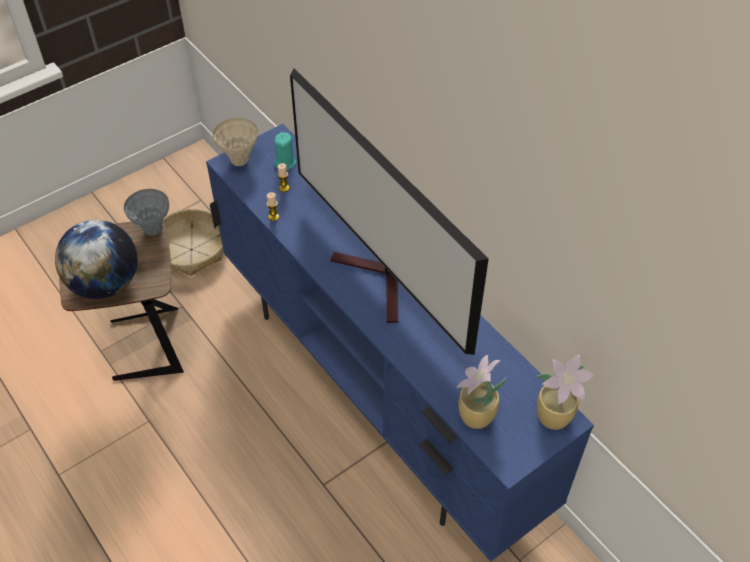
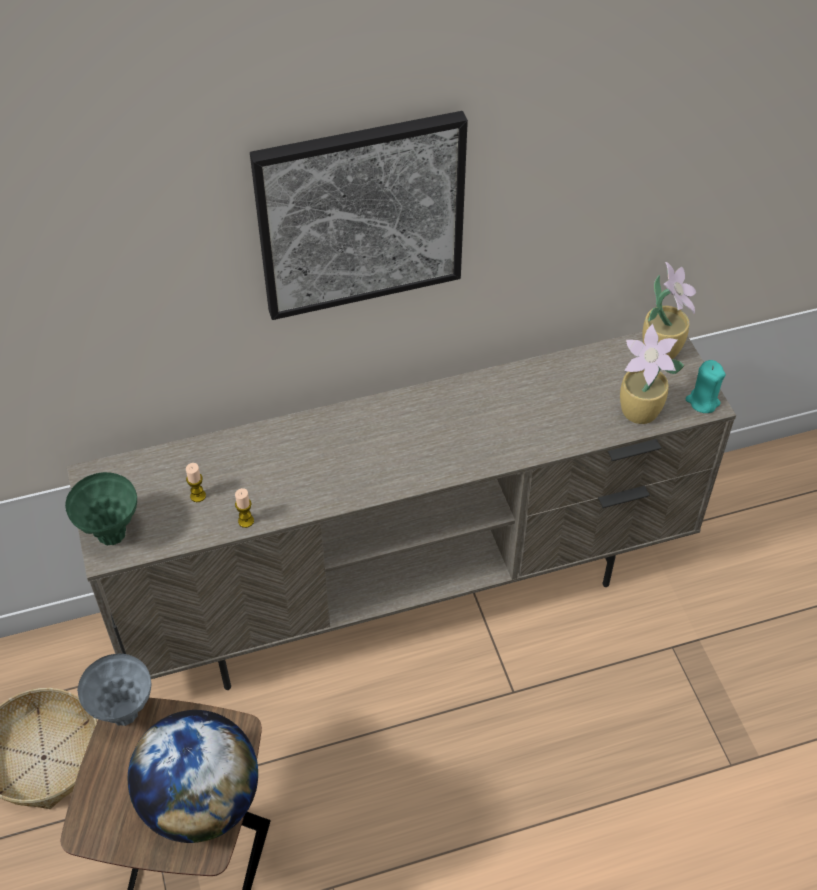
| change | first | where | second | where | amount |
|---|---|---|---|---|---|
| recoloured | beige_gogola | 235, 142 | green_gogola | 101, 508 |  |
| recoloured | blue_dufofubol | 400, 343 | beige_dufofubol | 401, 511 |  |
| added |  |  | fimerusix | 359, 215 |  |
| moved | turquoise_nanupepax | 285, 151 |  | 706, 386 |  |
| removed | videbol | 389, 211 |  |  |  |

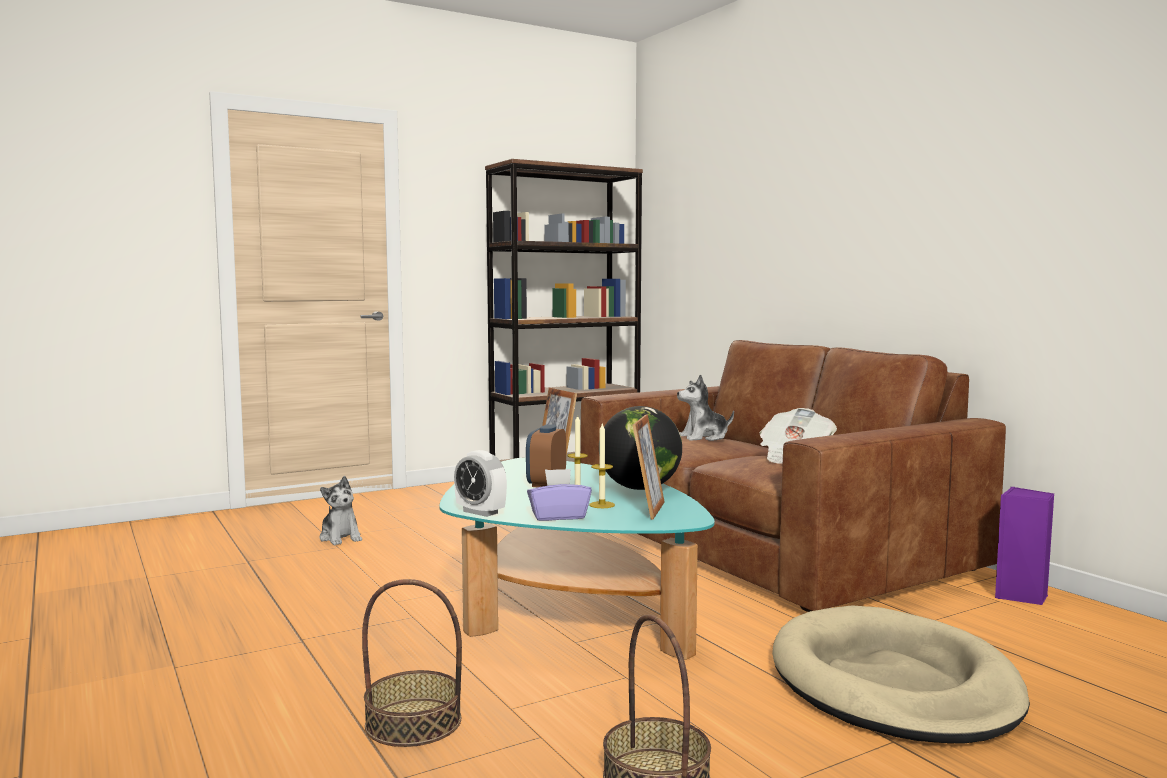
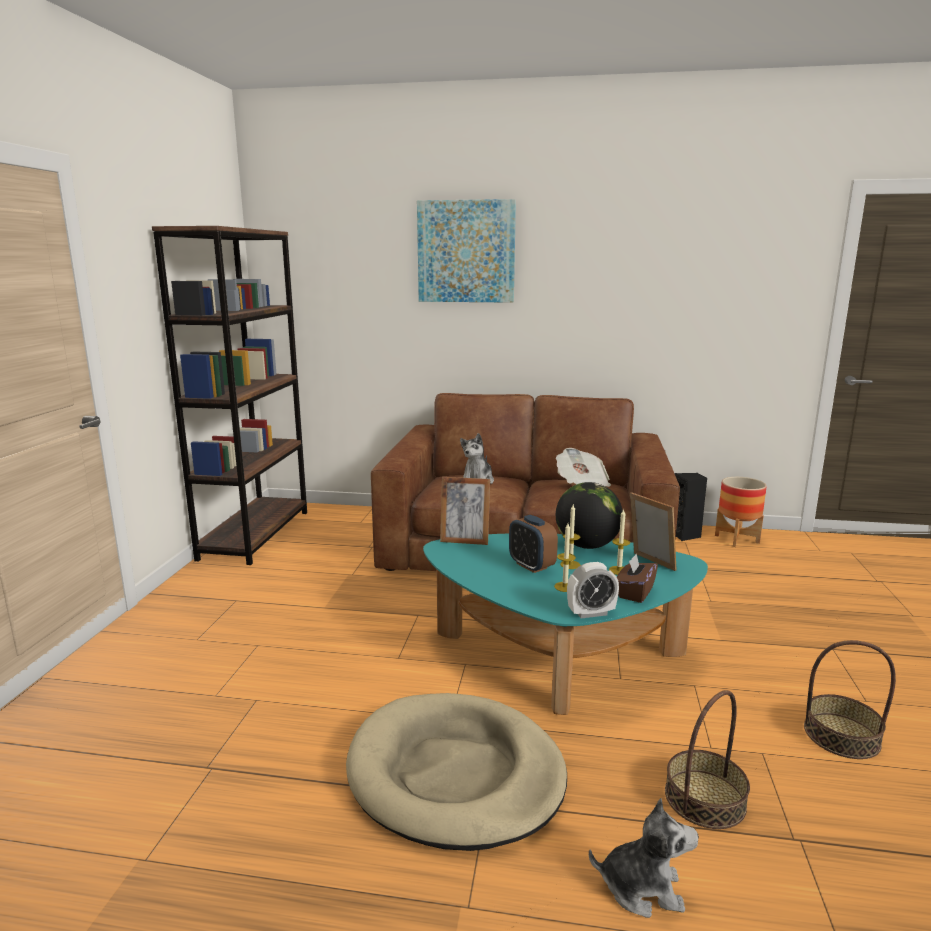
| change | first | where | second | where | amount |
|---|---|---|---|---|---|
| moved | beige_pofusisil | 901, 674 |  | 456, 772 |  |
| added |  |  | fimerusix | 466, 251 |  |
| added |  |  | nanupepax | 565, 557 |  |
| moved | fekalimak | 340, 510 |  | 644, 858 |  |
| recoloured | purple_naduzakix | 559, 495 | brown_naduzakix | 637, 578 |  |
| recoloured | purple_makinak | 1024, 546 | black_makinak | 690, 507 |  |
| added |  |  | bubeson | 741, 512 |  |

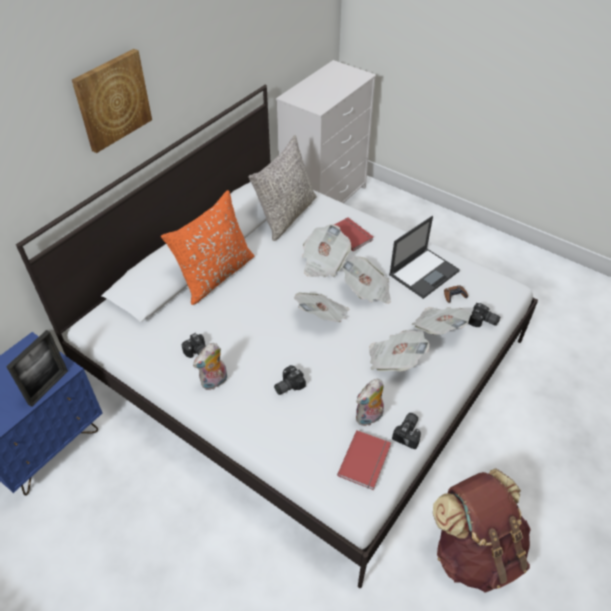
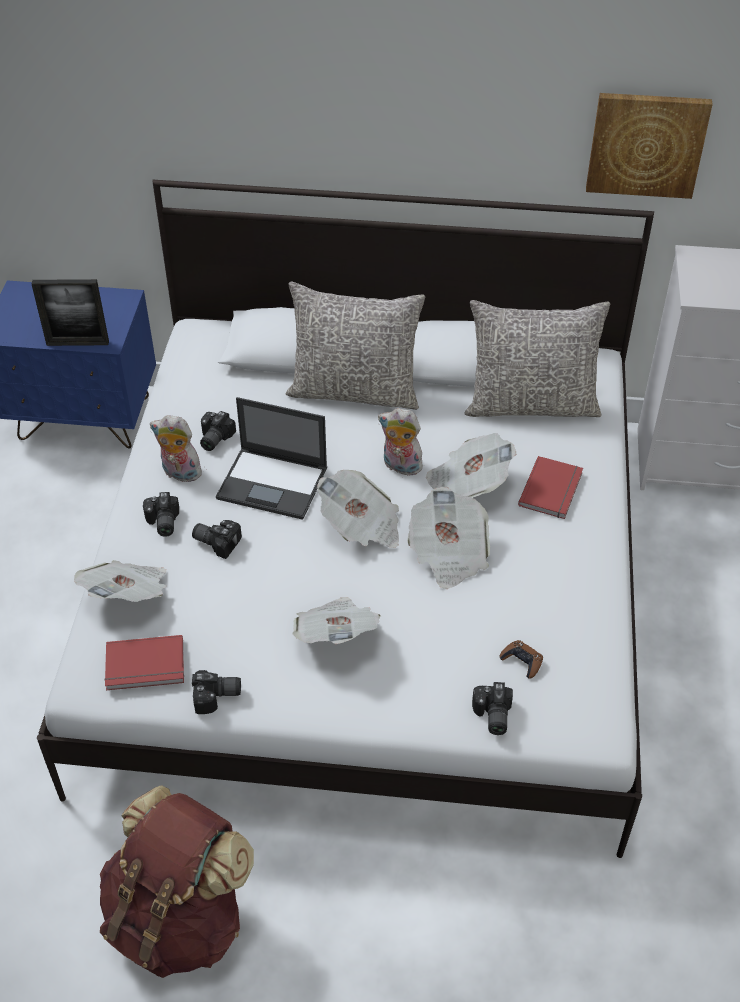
| change | first | where | second | where | amount |
|---|---|---|---|---|---|
| moved | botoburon | 441, 321 |  | 120, 581 |  |
| added |  |  | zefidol | 161, 514 |  |
| moved | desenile | 424, 257 |  | 271, 458 |  |
| recoloured | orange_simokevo | 207, 247 | grey_simokevo | 355, 345 |  |
| moved | fekalimak | 370, 403 |  | 400, 442 |  |
| moved | fimerusix | 112, 101 |  | 649, 146 |  |

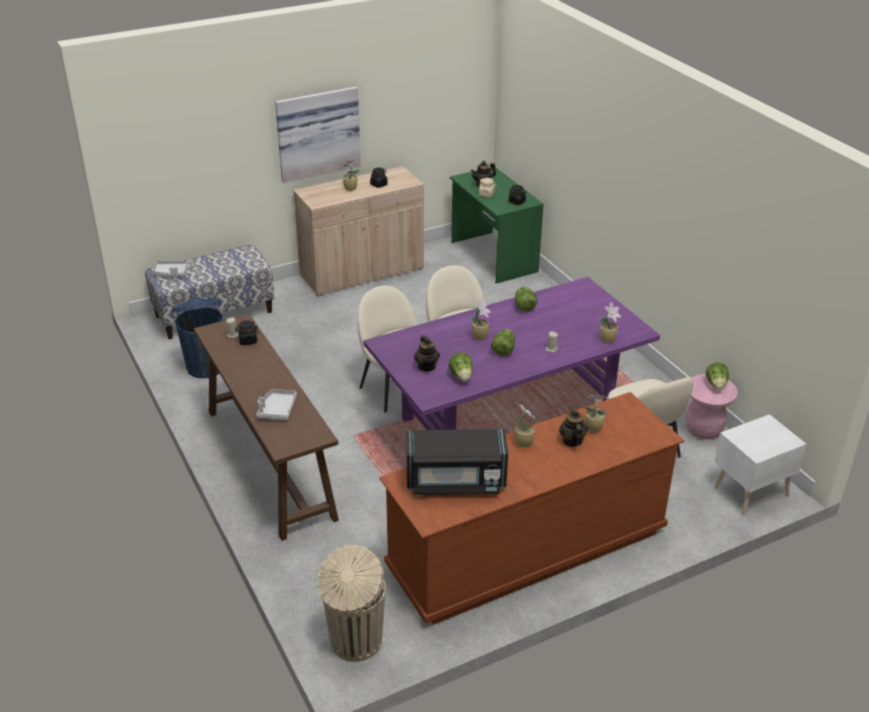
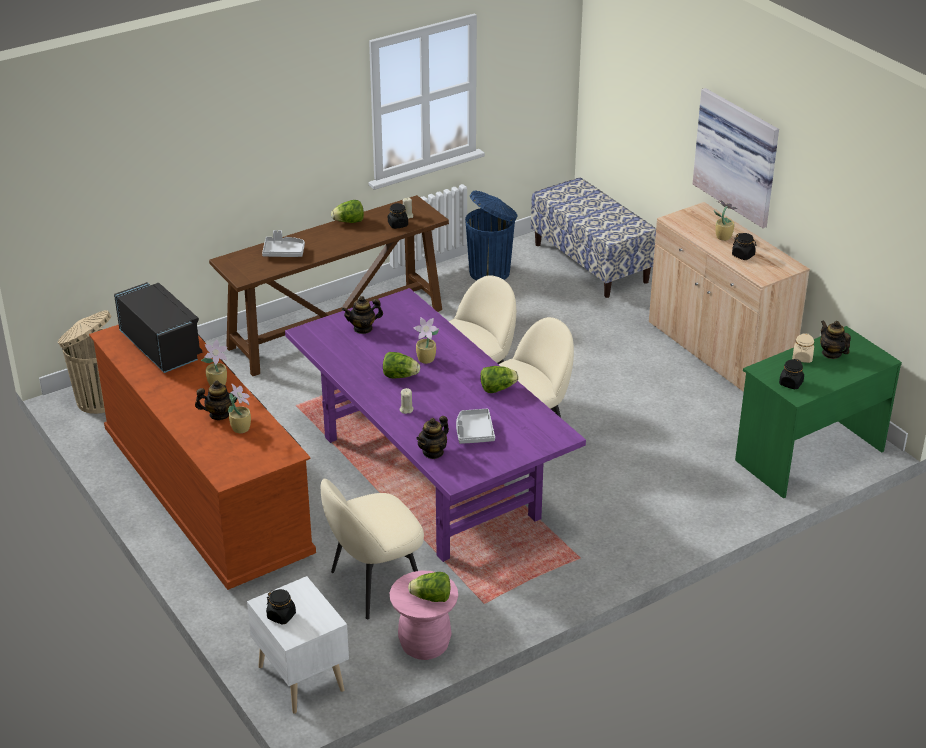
| change | first | where | second | where | amount |
|---|---|---|---|---|---|
| turned | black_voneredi | 457, 462 |  | 158, 327 | 150 degrees clockwise |
| added |  |  | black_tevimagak | 281, 607 |  |
| moved | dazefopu | 461, 366 |  | 347, 211 |  |
| replaced | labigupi | 610, 322 | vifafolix | 432, 437 |  |
| moved | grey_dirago | 170, 268 |  | 475, 426 |  |

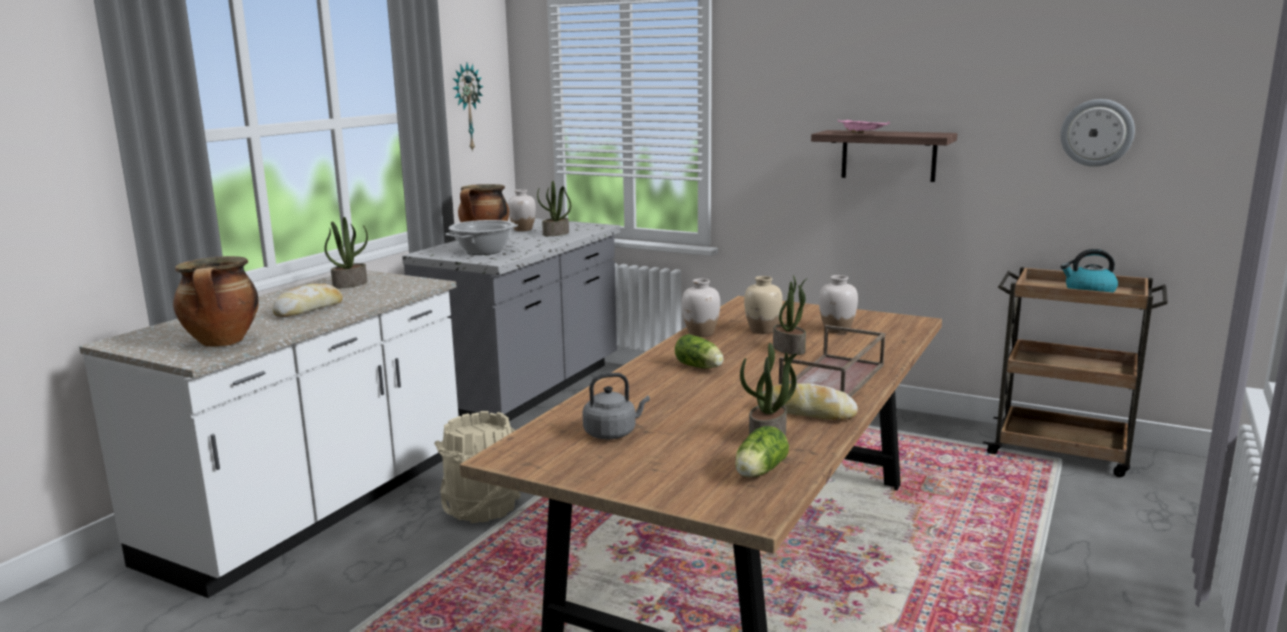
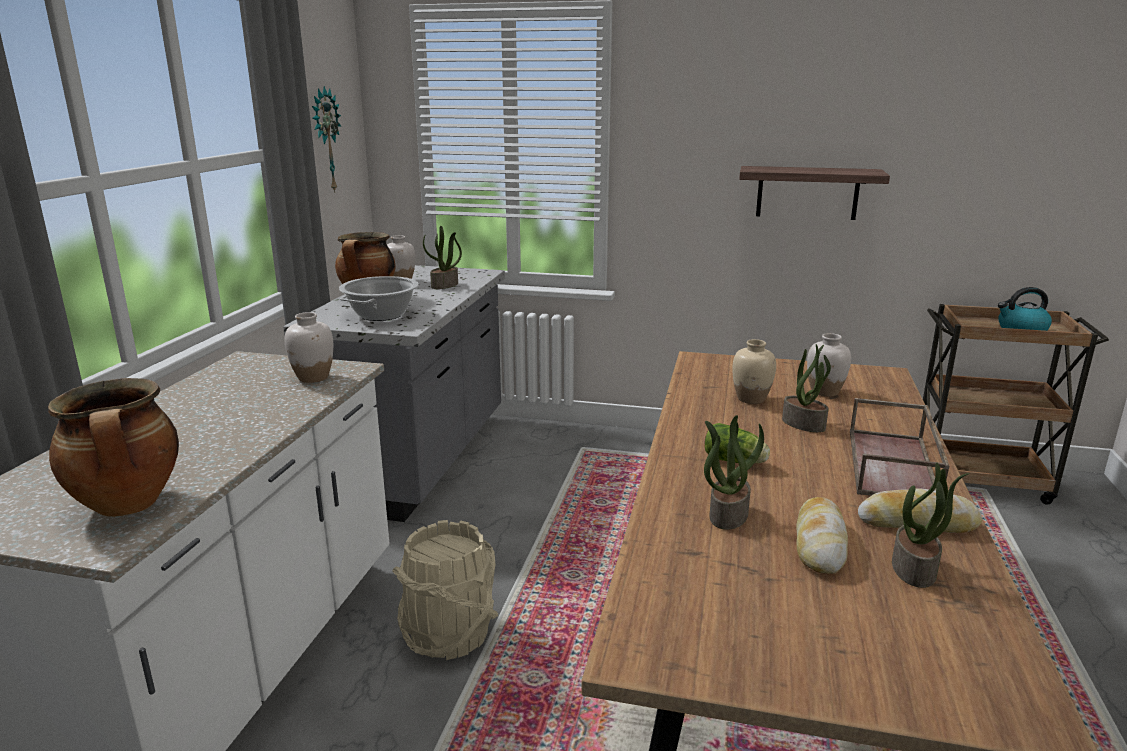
| change | first | where | second | where | amount |
|---|---|---|---|---|---|
| moved | white_gogola | 701, 308 |  | 308, 347 |  |
| moved | labigupi | 346, 252 |  | 734, 472 |  |
| moved | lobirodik | 307, 300 |  | 822, 535 |  |
| removed | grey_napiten | 616, 406 |  |  |  |
| removed | dazefopu | 762, 451 |  |  |  |
| removed | pink_dirago | 864, 126 |  |  |  |
| removed | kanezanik | 1097, 133 |  |  |  |

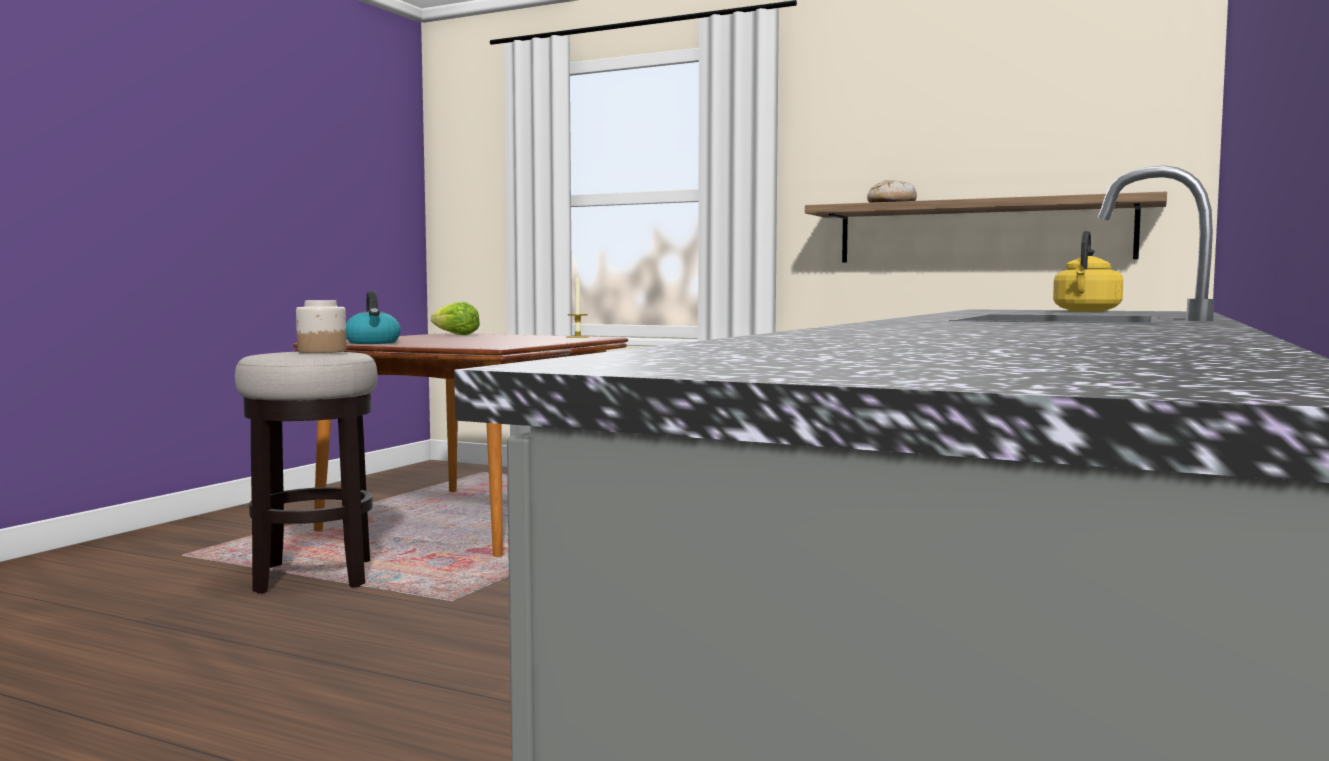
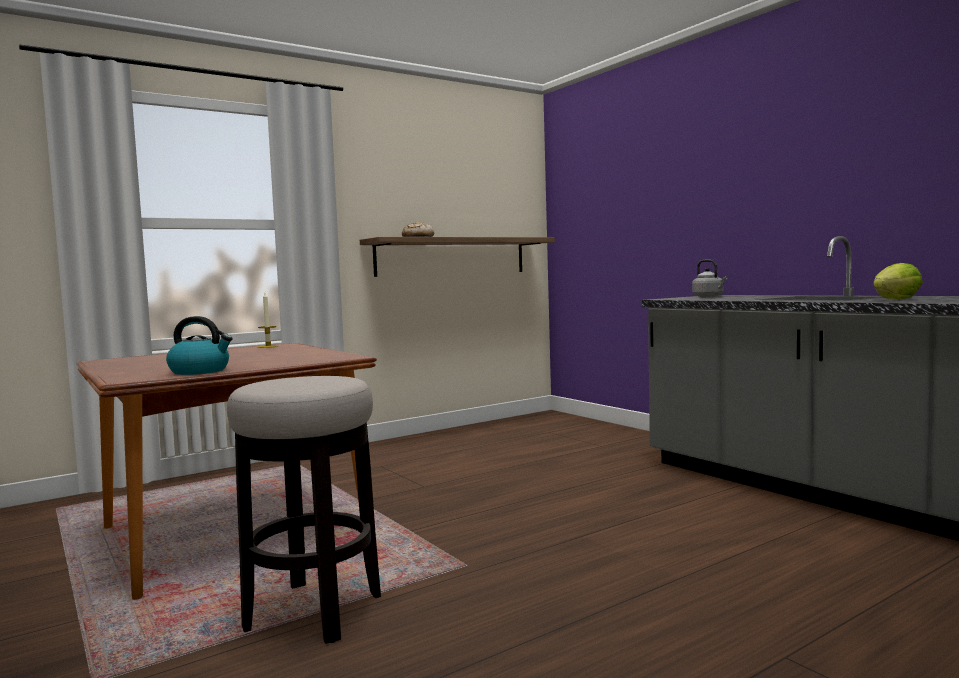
| change | first | where | second | where | amount |
|---|---|---|---|---|---|
| recoloured | yellow_napiten | 1088, 271 | grey_napiten | 709, 278 |  |
| moved | dazefopu | 455, 318 |  | 898, 281 |  |
| removed | tevimagak | 321, 326 |  |  |  |

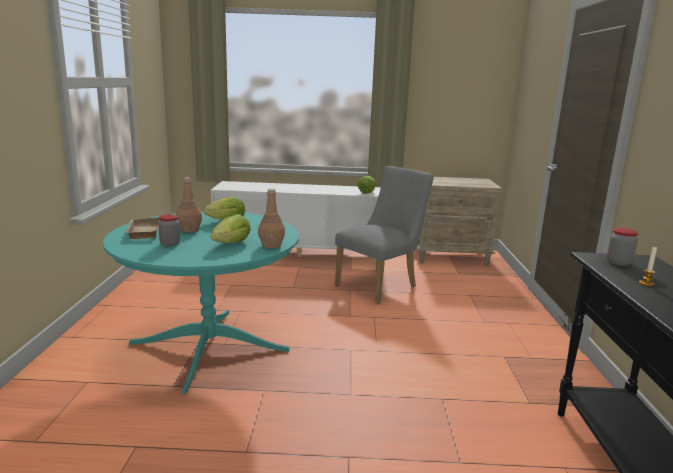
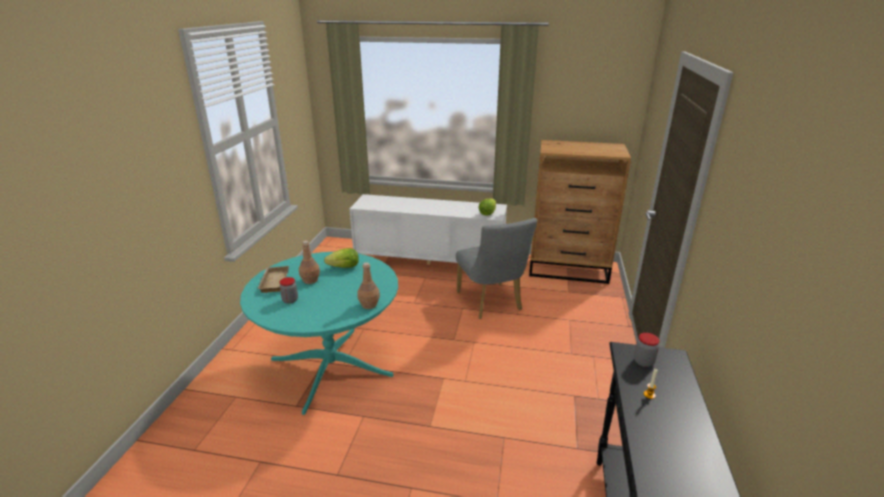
| change | first | where | second | where | amount |
|---|---|---|---|---|---|
| turned | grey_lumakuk | 384, 234 |  | 496, 268 | 105 degrees clockwise |
| replaced | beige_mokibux | 459, 221 | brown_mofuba | 580, 212 |  |
| removed | dazefopu | 231, 228 |  |  |  |

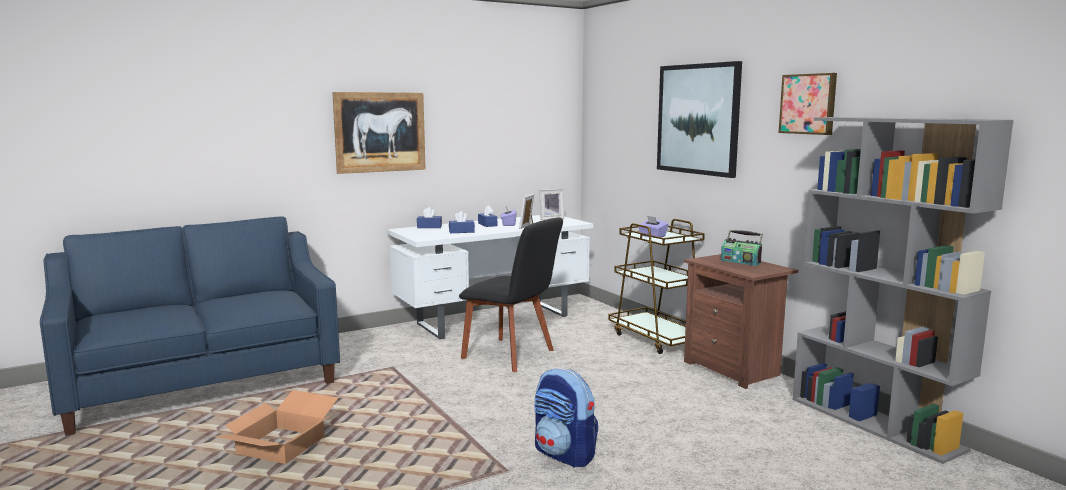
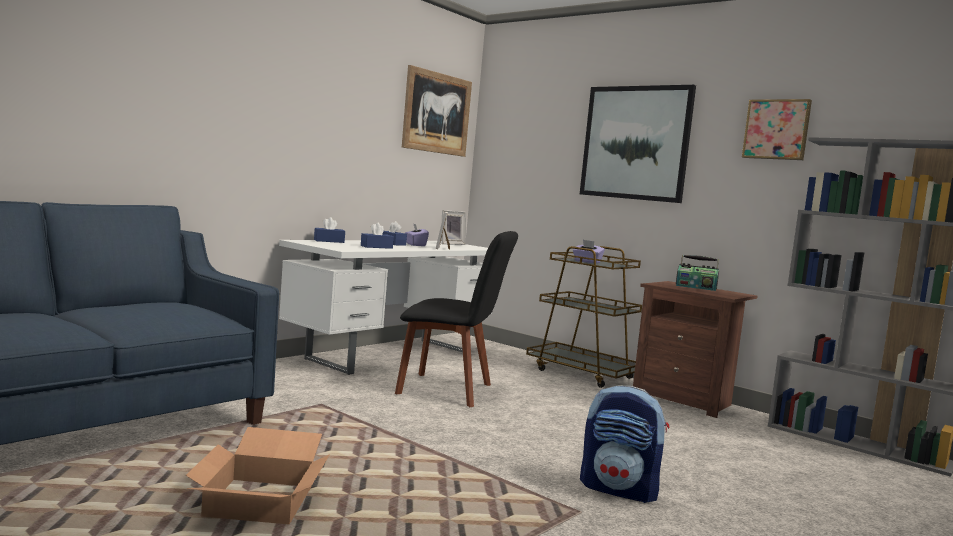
| change | first | where | second | where | amount |
|---|---|---|---|---|---|
| moved | fimerusix | 379, 133 |  | 437, 111 |  |

